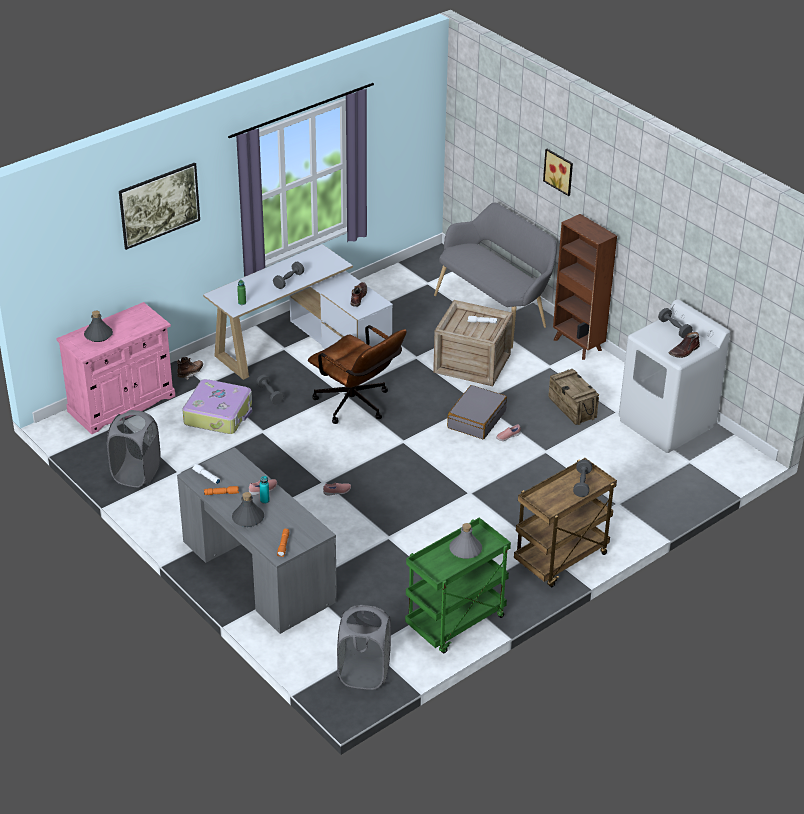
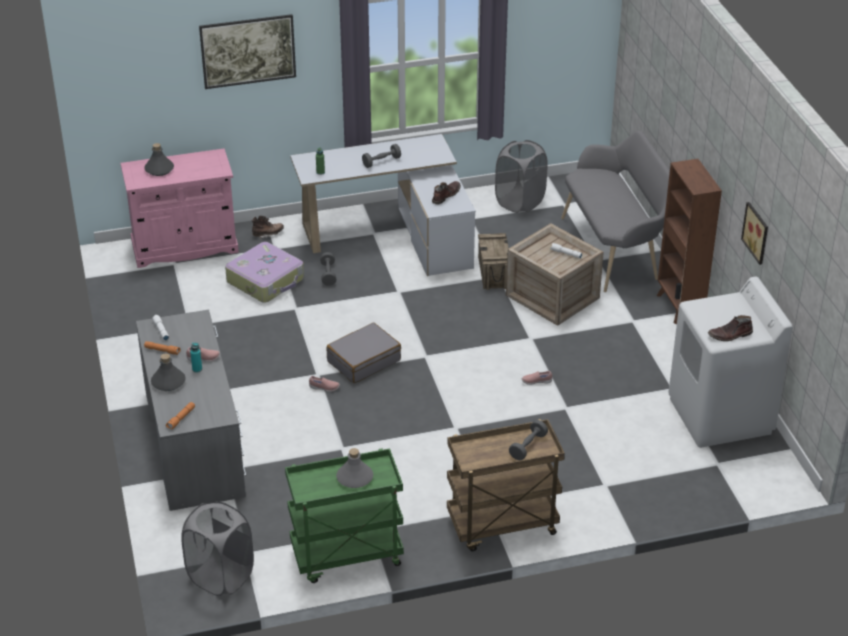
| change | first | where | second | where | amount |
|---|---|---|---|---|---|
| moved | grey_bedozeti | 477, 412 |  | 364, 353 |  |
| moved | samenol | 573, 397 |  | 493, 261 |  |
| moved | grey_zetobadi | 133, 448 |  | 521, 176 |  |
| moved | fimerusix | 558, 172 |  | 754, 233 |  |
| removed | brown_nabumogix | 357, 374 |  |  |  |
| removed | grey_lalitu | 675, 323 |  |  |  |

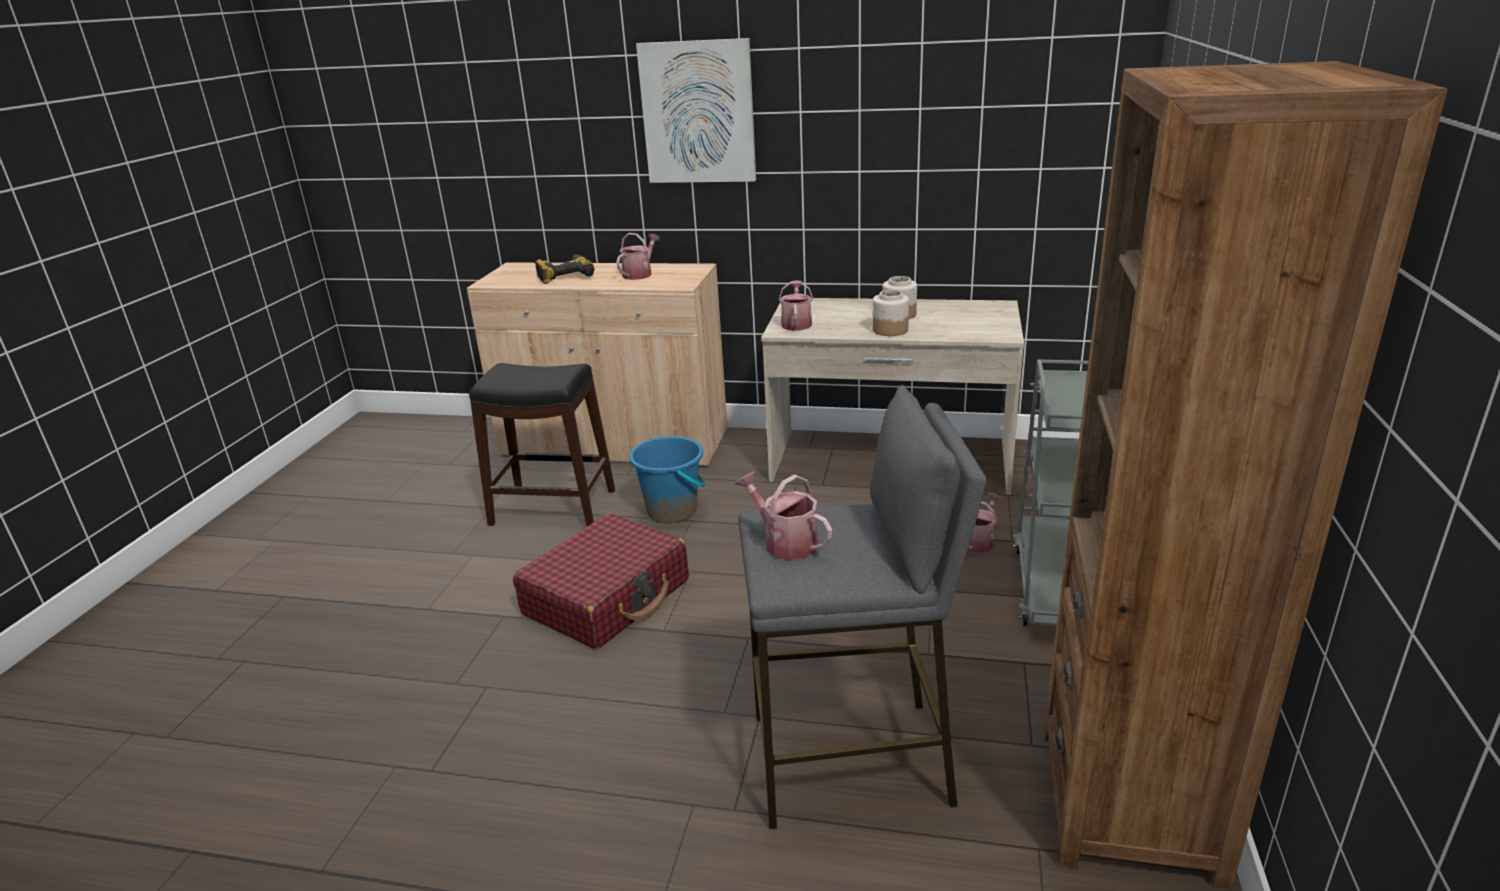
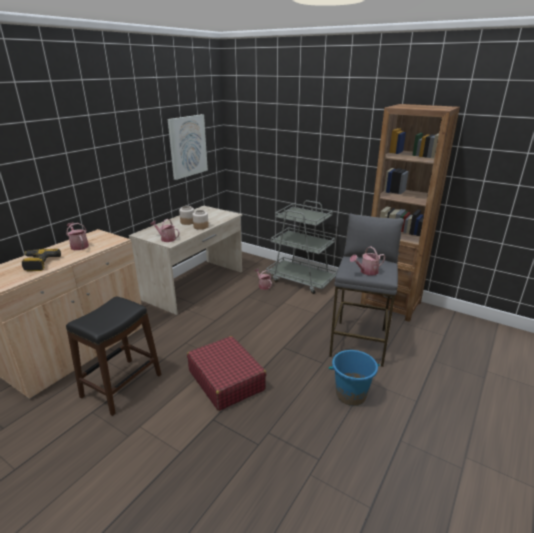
| change | first | where | second | where | amount |
|---|---|---|---|---|---|
| moved | fimerusix | 696, 110 |  | 188, 147 |  |
| moved | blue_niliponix | 667, 479 |  | 354, 378 |  |

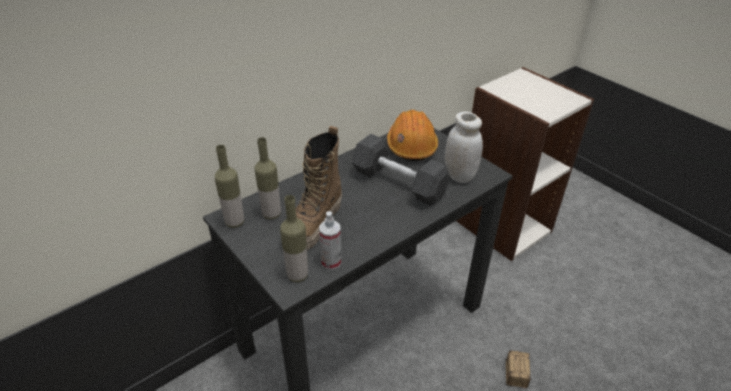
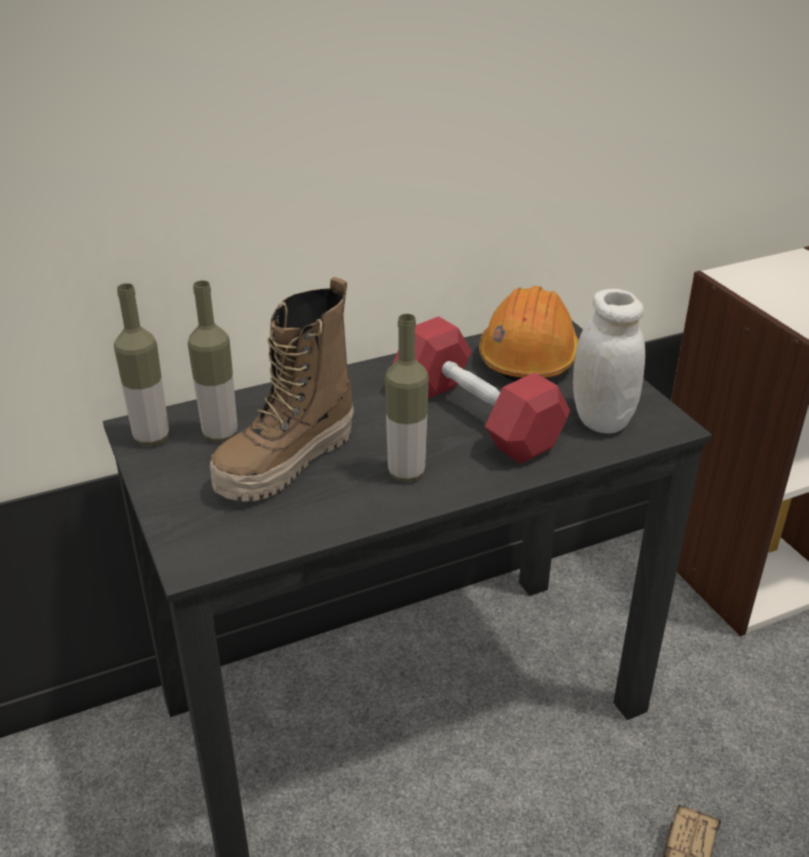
| change | first | where | second | where | amount |
|---|---|---|---|---|---|
| moved | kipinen | 294, 238 |  | 407, 398 |  |
| recoloured | grey_lalitu | 401, 170 | red_lalitu | 481, 390 |  |
| removed | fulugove | 330, 240 |  |  |  |

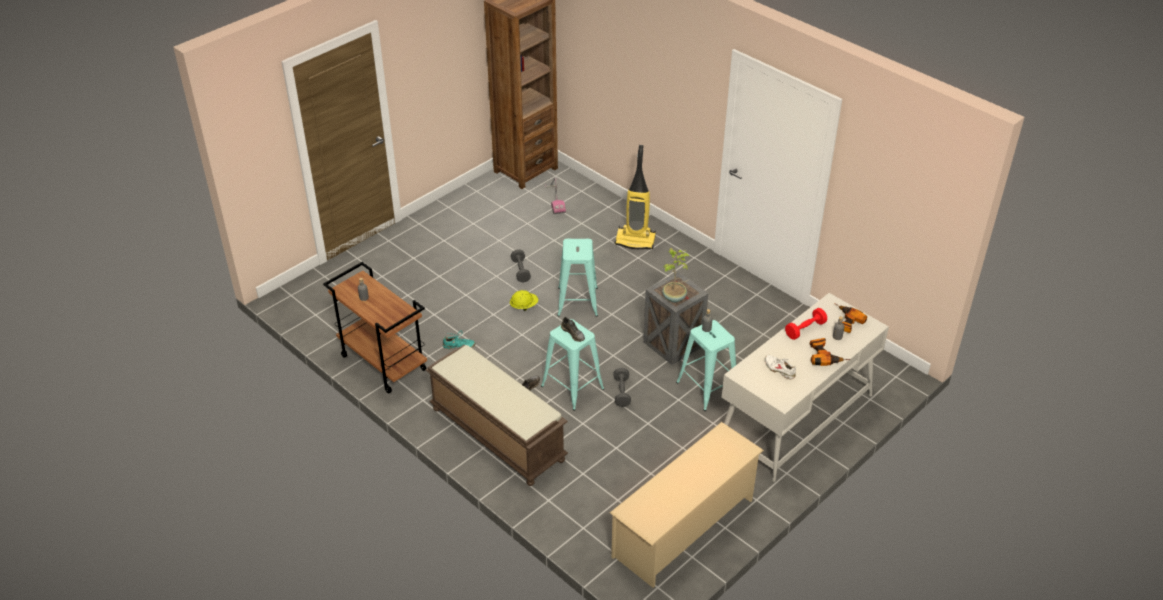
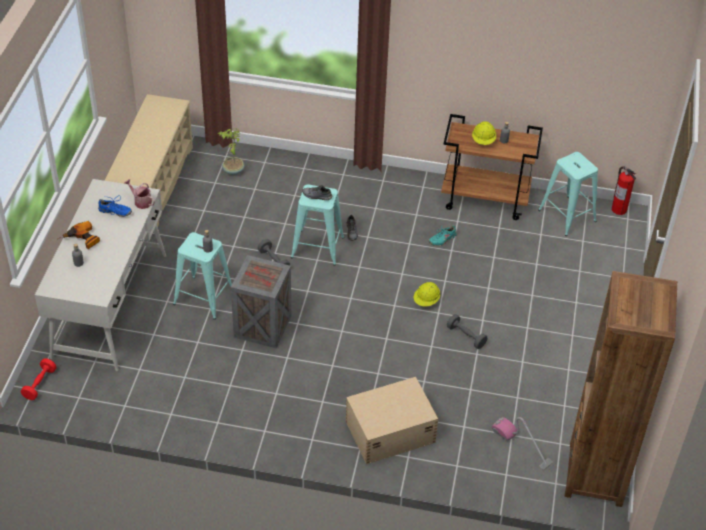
| change | first | where | second | where | amount |
|---|---|---|---|---|---|
| moved | red_lalitu | 806, 324 |  | 38, 379 |  |
| recoloured | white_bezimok | 780, 367 | blue_bezimok | 115, 206 |  |
| added |  |  | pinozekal | 139, 194 |  |
| moved | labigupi | 676, 275 |  | 231, 151 |  |
| replaced | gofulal | 635, 197 | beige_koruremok | 392, 420 |  |
| added |  |  | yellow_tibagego | 484, 133 |  |
| moved | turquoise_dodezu | 577, 278 |  | 568, 194 |  |
| added |  |  | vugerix | 624, 190 |  |
| removed | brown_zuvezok | 497, 415 |  |  |  |
| removed | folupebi | 850, 318 |  |  |  |

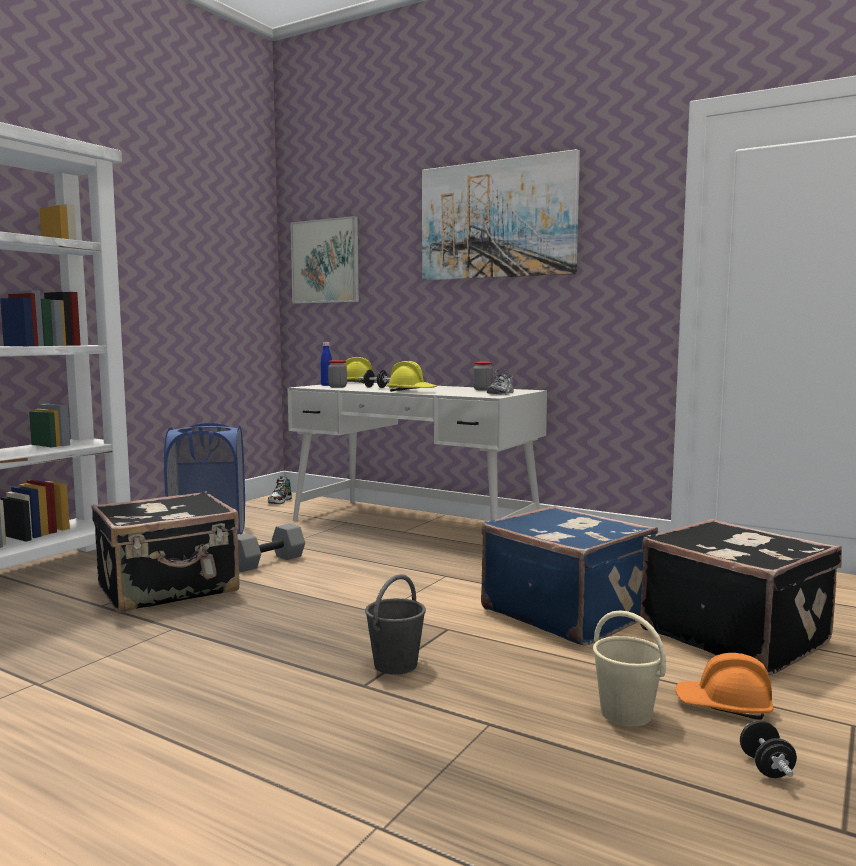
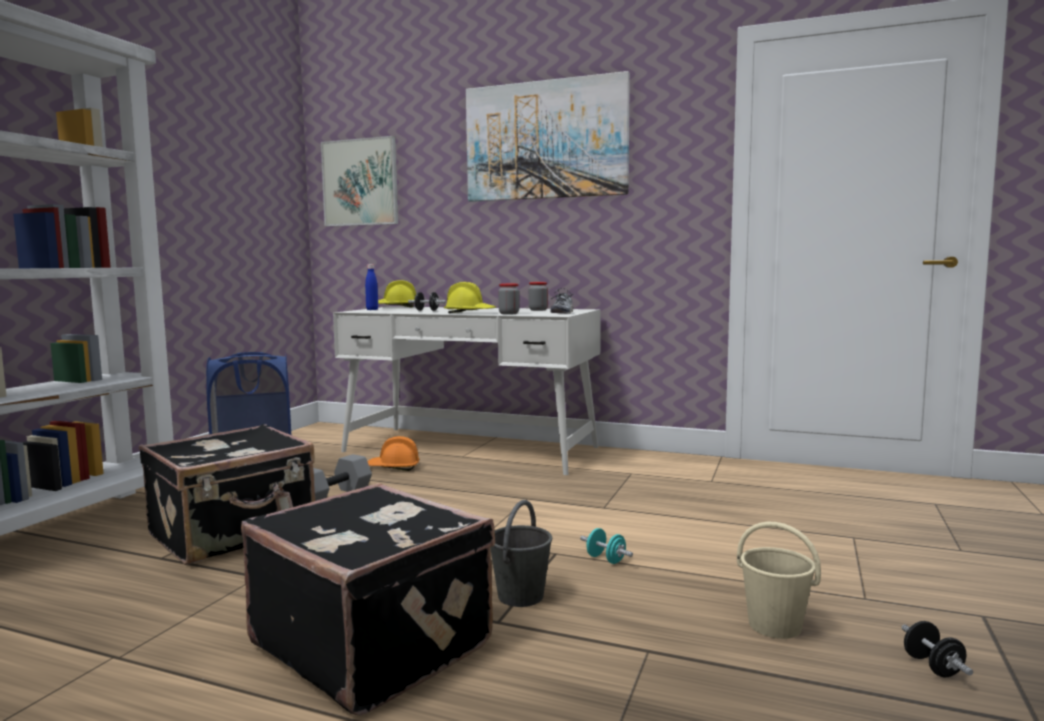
| change | first | where | second | where | amount |
|---|---|---|---|---|---|
| moved | black_bedozeti | 741, 597 |  | 368, 599 |  |
| moved | orange_tibagego | 725, 686 |  | 393, 453 |  |
| moved | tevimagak | 337, 374 |  | 508, 299 |  |
| added |  |  | turquoise_lalitu | 606, 546 |  |
| removed | bezimok | 280, 490 |  |  |  |
| removed | blue_bedozeti | 569, 576 |  |  |  |

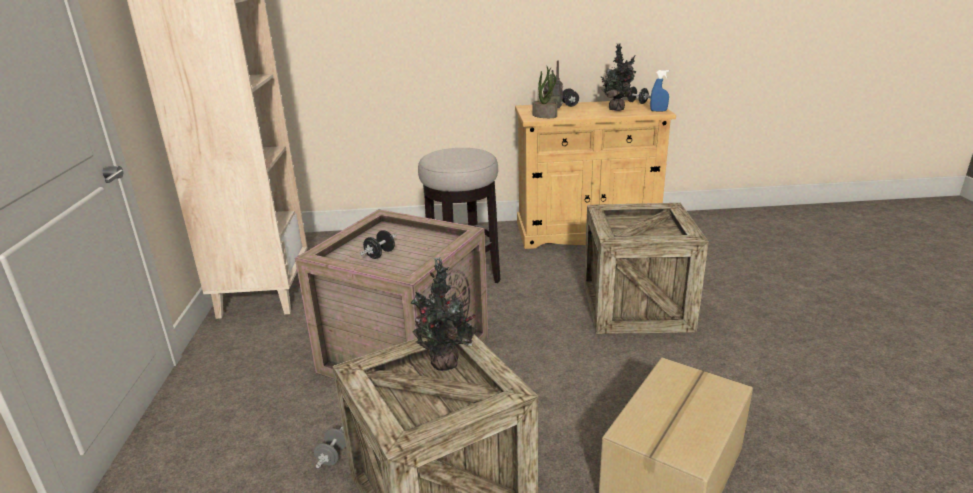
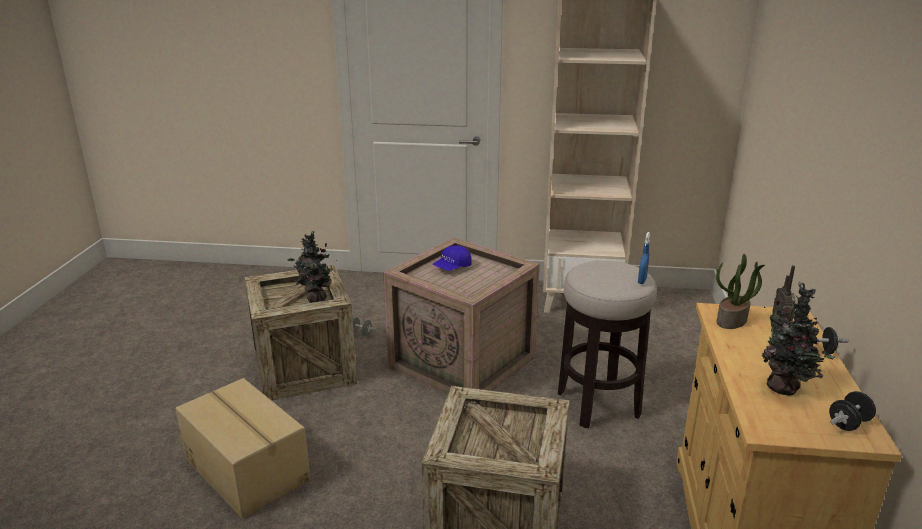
| change | first | where | second | where | amount |
|---|---|---|---|---|---|
| replaced | black_lalitu | 378, 244 | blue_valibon | 451, 258 |  |
| moved | blue_fulugove | 659, 90 |  | 644, 258 |  |

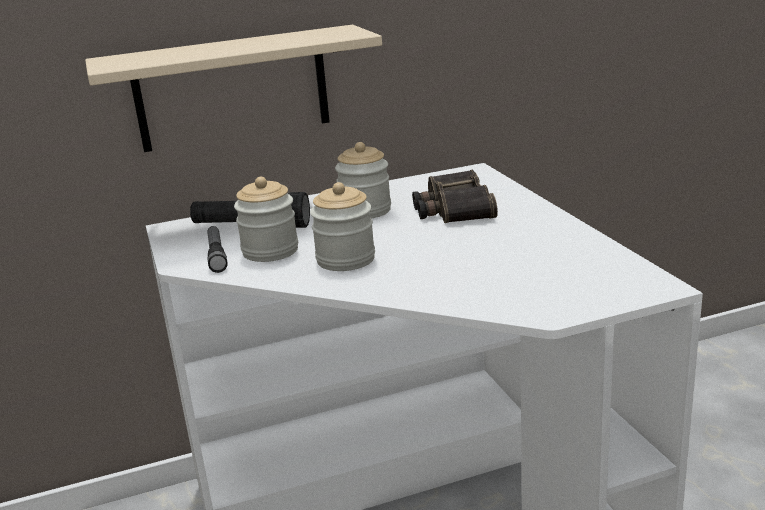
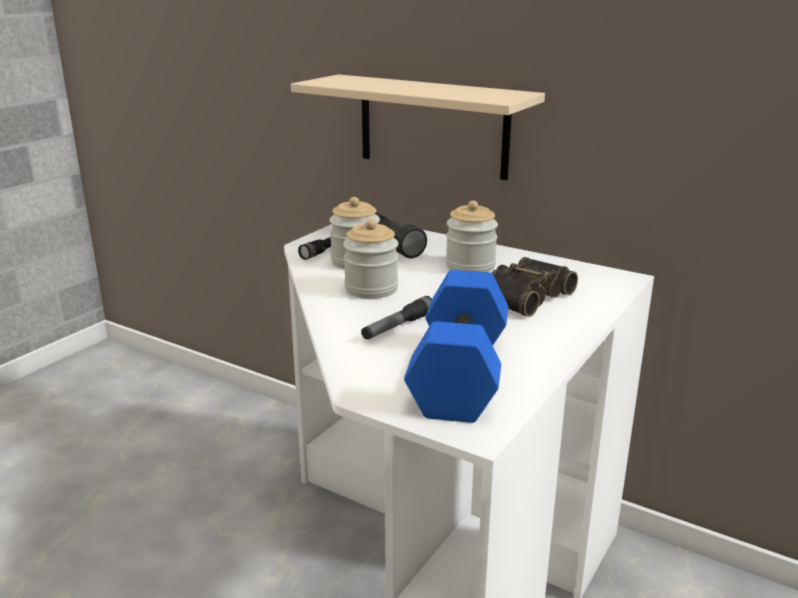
| change | first | where | second | where | amount |
|---|---|---|---|---|---|
| added |  |  | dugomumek | 396, 317 |  |
| added |  |  | blue_lalitu | 456, 346 |  |

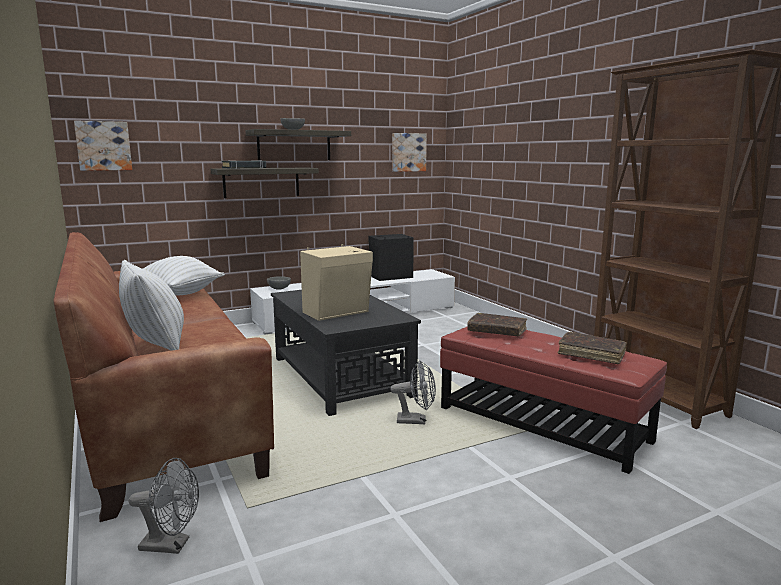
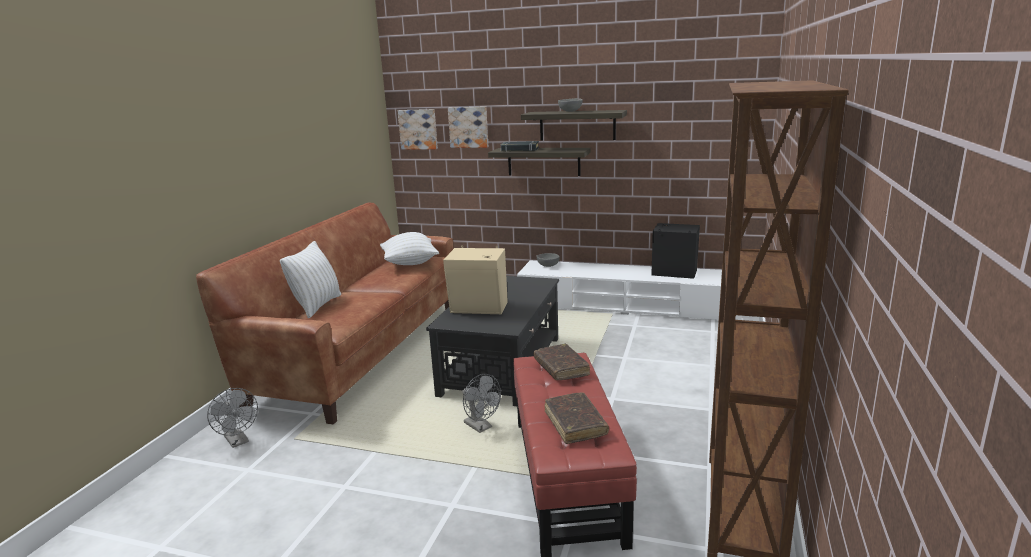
| change | first | where | second | where | amount |
|---|---|---|---|---|---|
| moved | fimerusix | 409, 152 |  | 468, 127 |  |

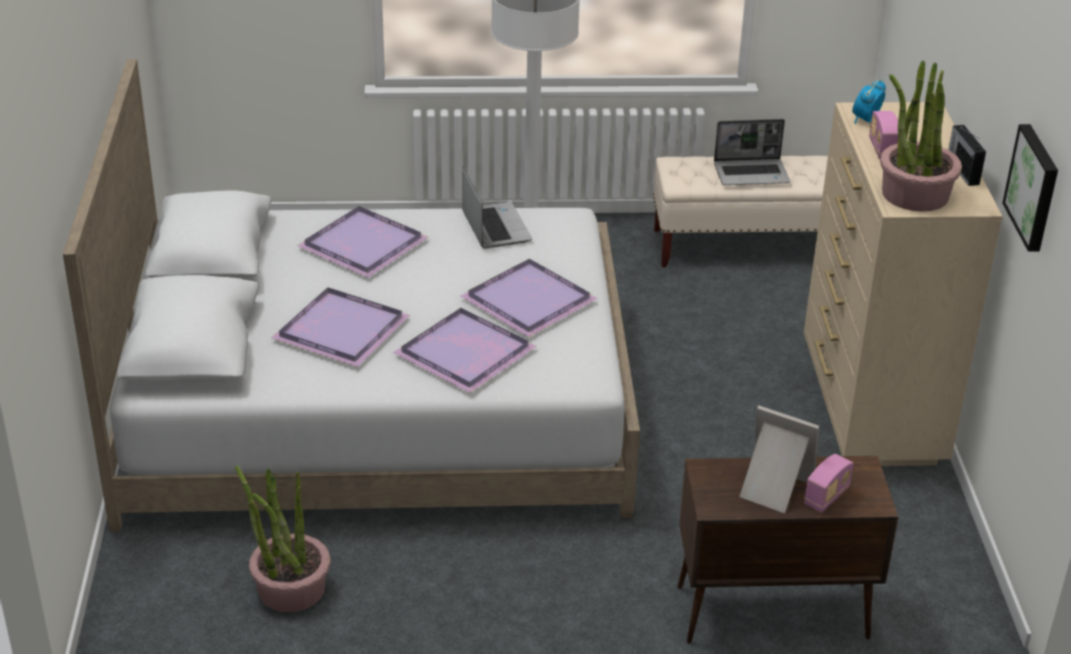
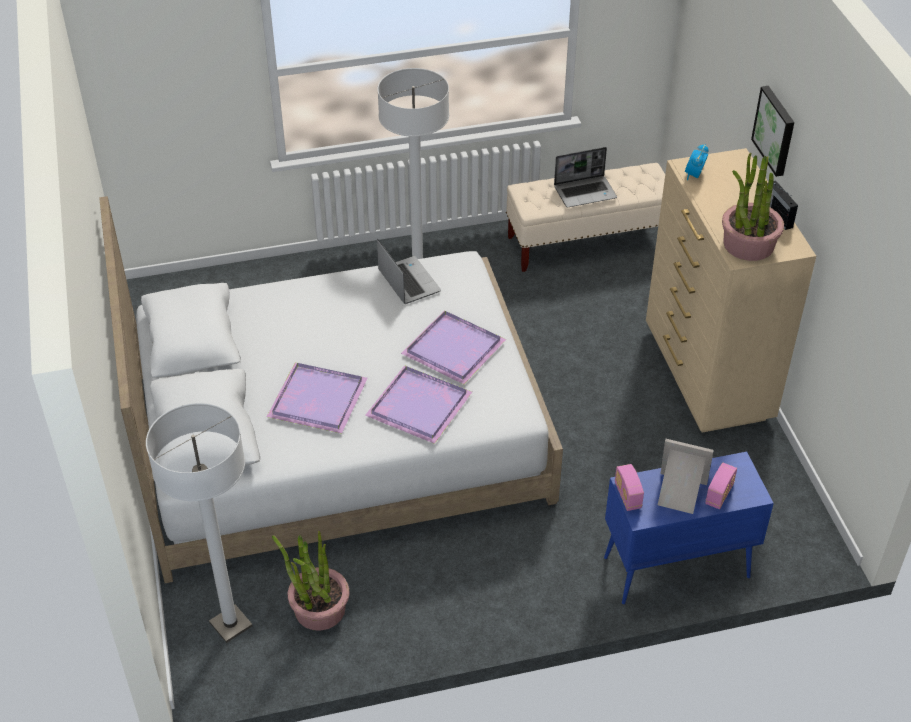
| change | first | where | second | where | amount |
|---|---|---|---|---|---|
| added |  |  | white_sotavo | 199, 523 |  |
| recoloured | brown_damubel | 787, 550 | blue_damubel | 689, 528 |  |
| moved | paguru | 884, 135 |  | 629, 487 |  |
| moved | fimerusix | 1030, 187 |  | 772, 131 |  |
| removed | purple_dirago | 362, 241 |  |  |  |

